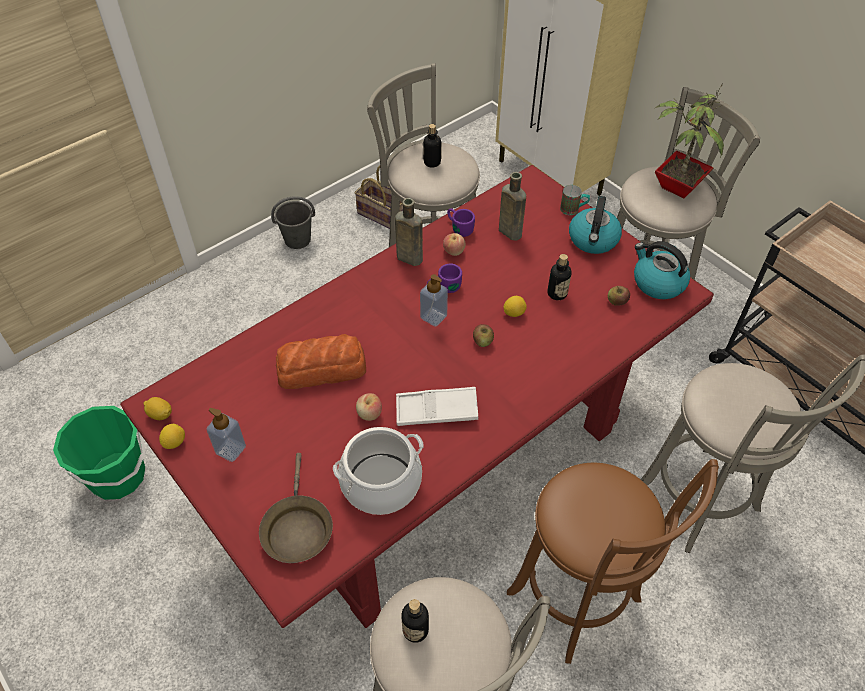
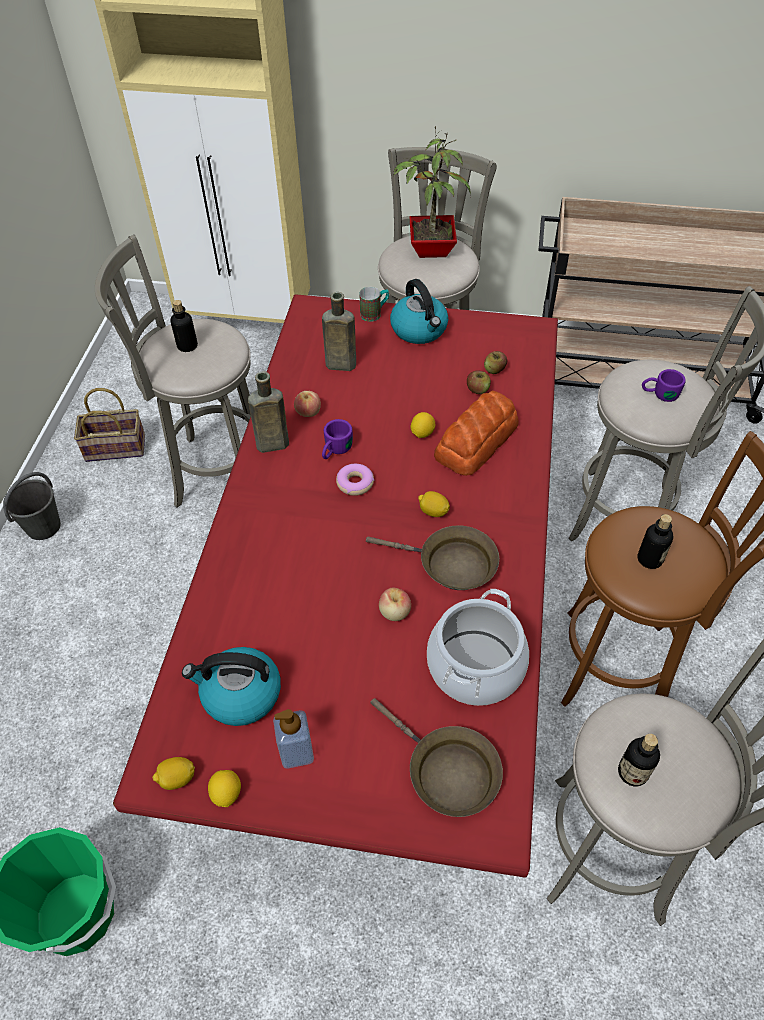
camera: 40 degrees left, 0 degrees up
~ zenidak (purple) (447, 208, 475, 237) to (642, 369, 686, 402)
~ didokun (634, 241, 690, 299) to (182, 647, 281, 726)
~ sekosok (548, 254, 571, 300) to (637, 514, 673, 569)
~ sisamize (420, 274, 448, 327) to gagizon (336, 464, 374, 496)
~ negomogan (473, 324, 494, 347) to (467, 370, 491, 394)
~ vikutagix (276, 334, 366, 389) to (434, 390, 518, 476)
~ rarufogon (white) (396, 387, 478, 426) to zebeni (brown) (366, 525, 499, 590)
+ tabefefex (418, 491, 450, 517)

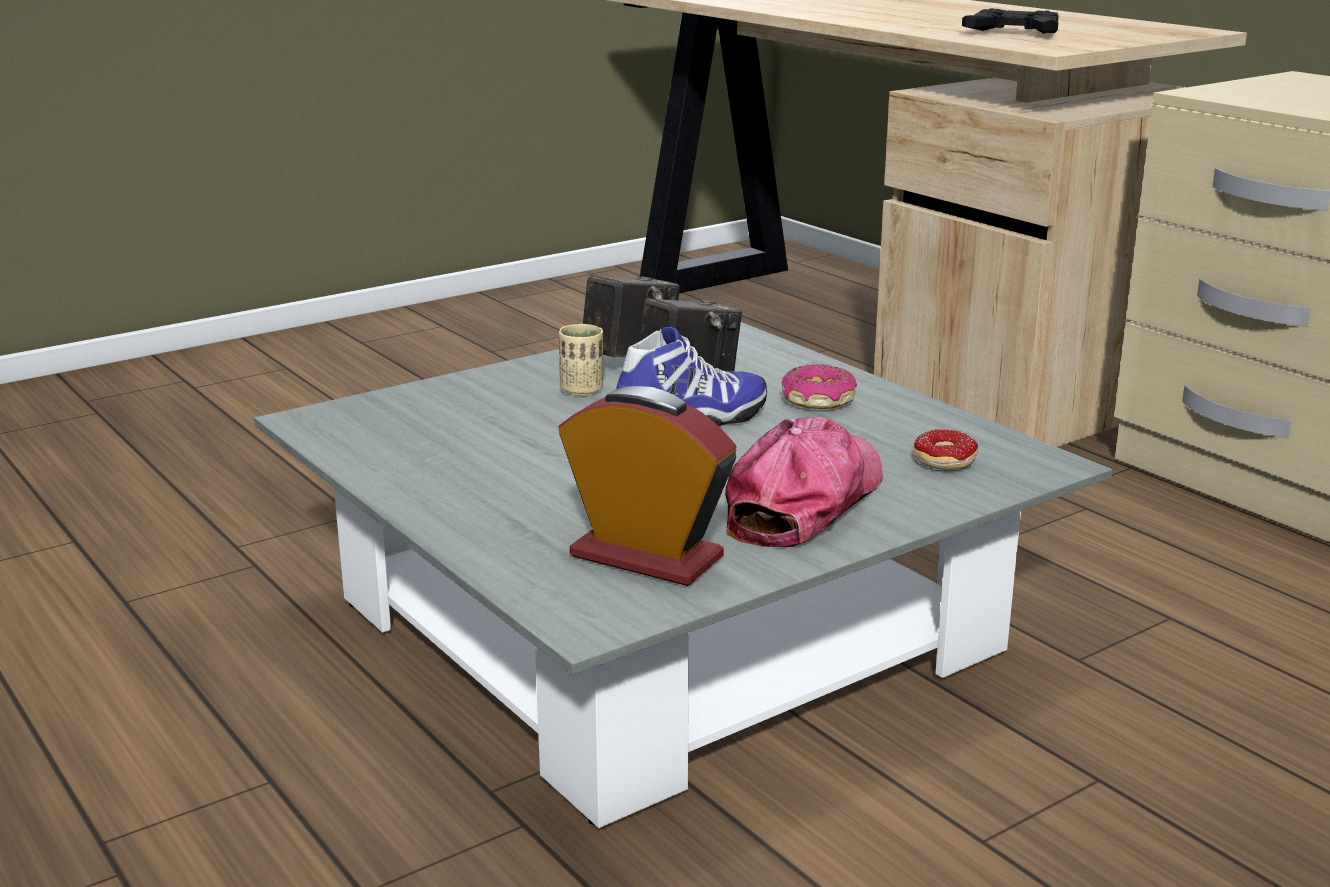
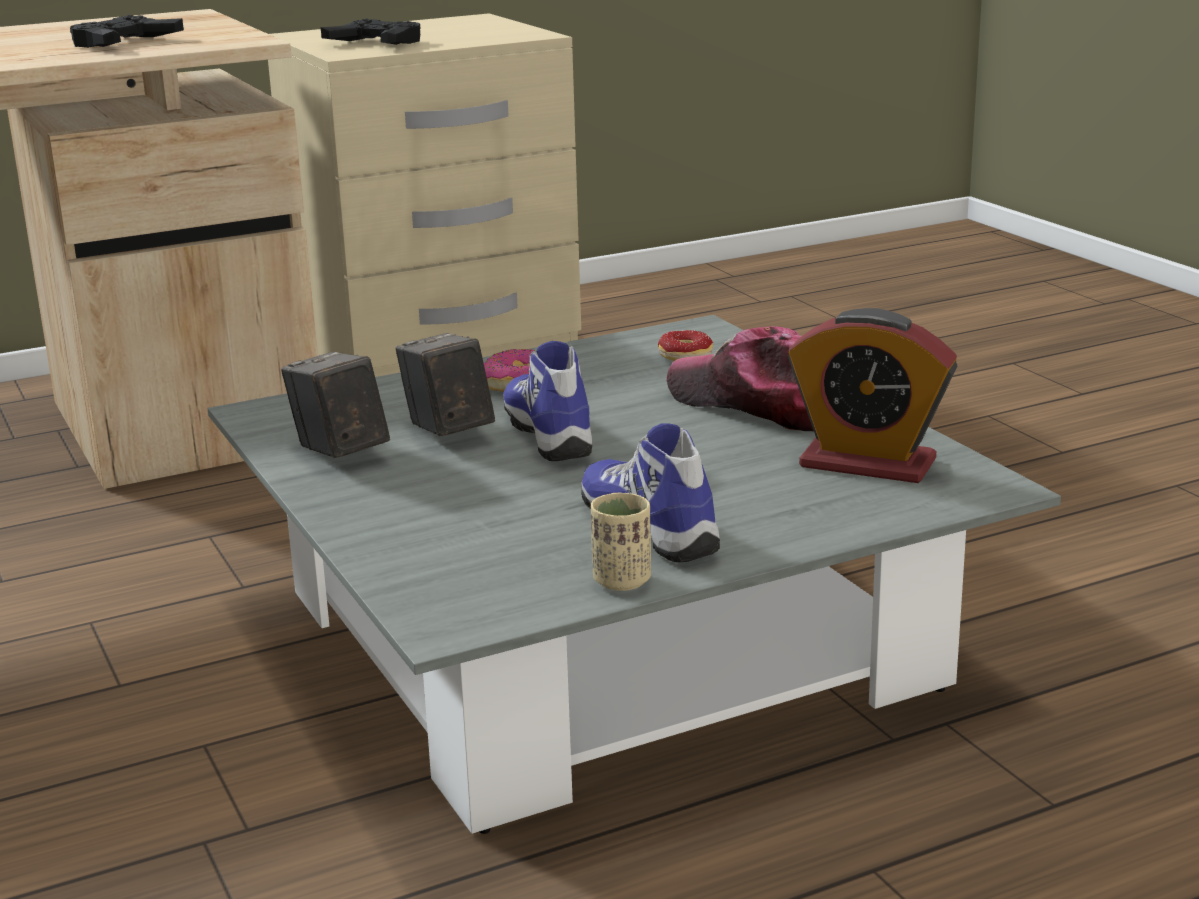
camera: 80 degrees left, 0 degrees up
~ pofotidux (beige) (559, 324, 603, 396) to (591, 493, 651, 591)
~ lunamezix (558, 386, 737, 586) = (788, 308, 957, 483) 105 degrees counterclockwise
+ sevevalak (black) (321, 19, 420, 45)
+ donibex (581, 423, 720, 562)

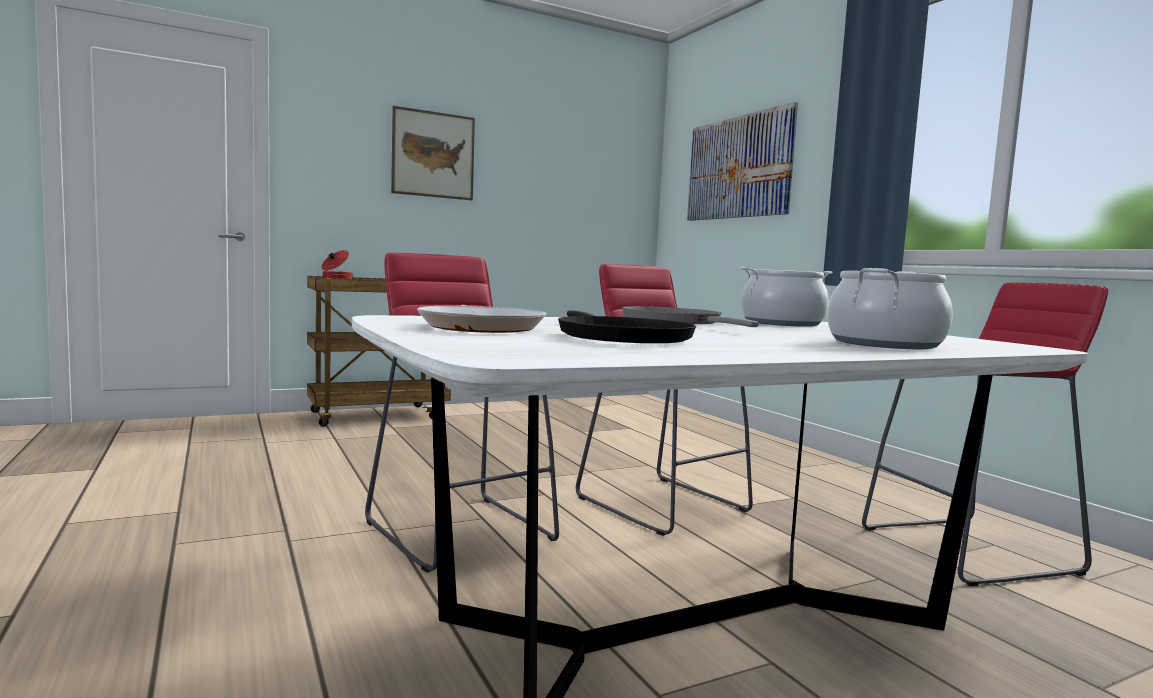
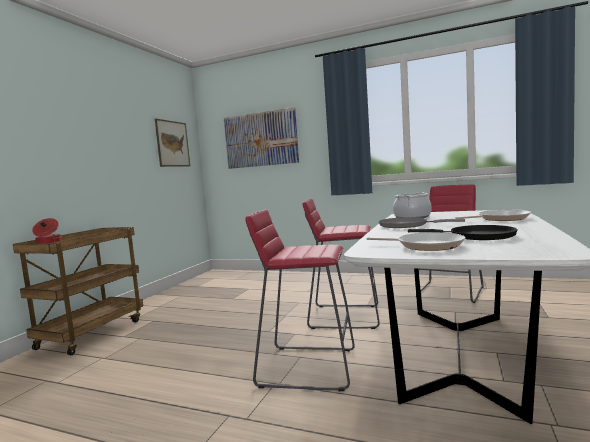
camera: 40 degrees left, 0 degrees up
~ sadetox (391, 106, 475, 200) to (155, 119, 190, 167)
~ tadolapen (827, 268, 953, 349) to zebeni (455, 210, 531, 221)

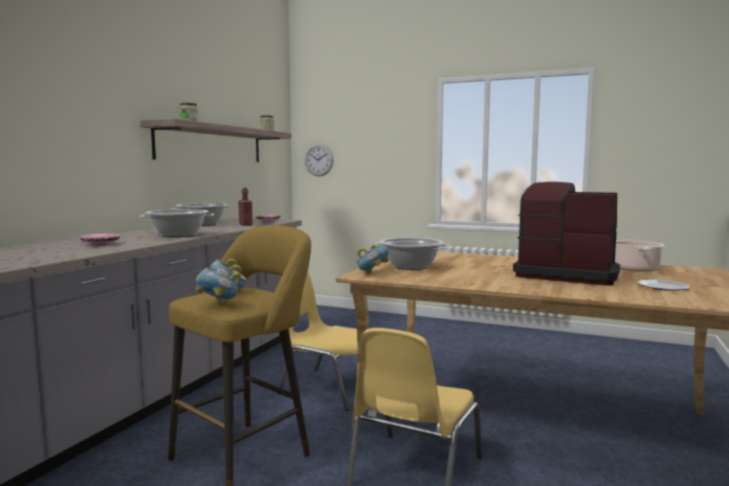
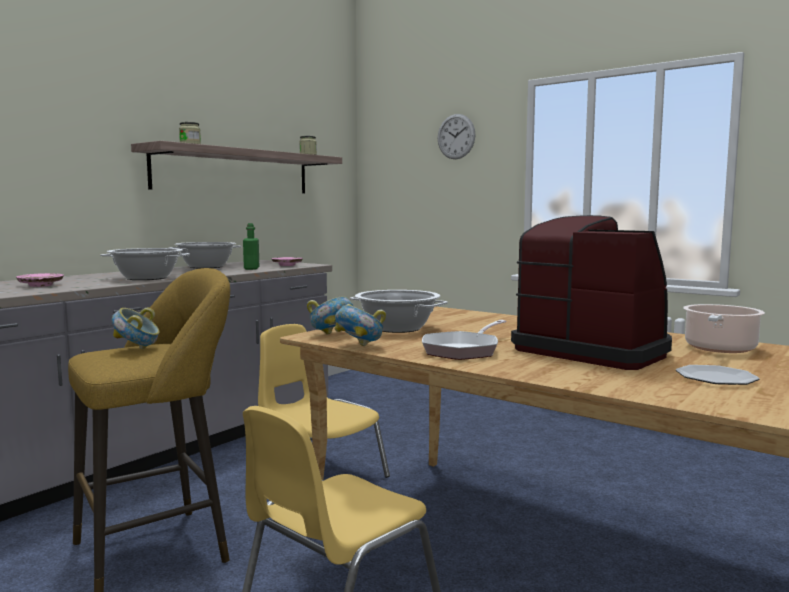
camera: 15 degrees right, 0 degrees up
~ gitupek (304, 144, 333, 176) to (438, 114, 475, 159)
~ sekosok (red) (238, 188, 253, 226) to sekosok (green) (243, 223, 259, 270)
~ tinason (196, 268, 241, 304) to (335, 304, 386, 346)
+ zebeni (422, 320, 507, 360)

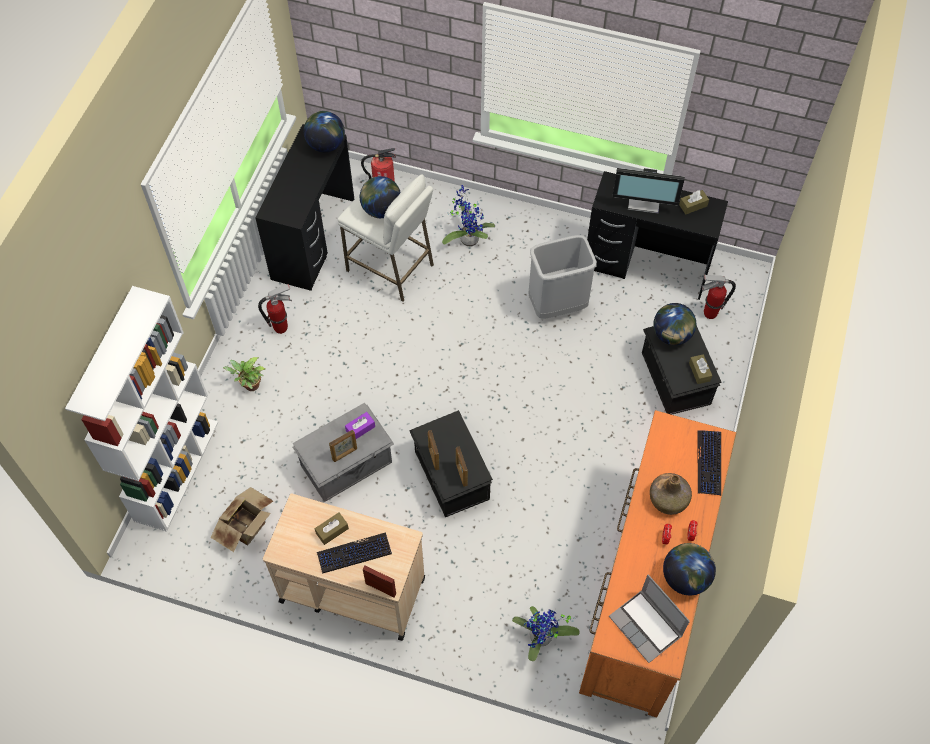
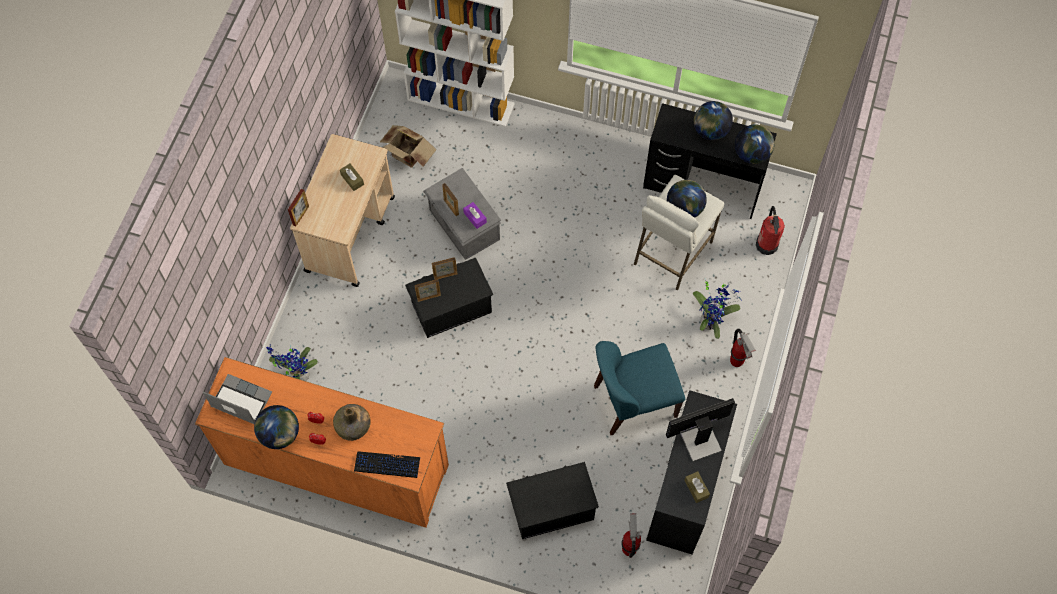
camera: 90 degrees right, 5 degrees up
~ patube (612, 168, 685, 214) = (666, 398, 735, 462) 60 degrees clockwise
~ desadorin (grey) (528, 235, 597, 319) to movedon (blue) (594, 341, 685, 435)
~ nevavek (258, 284, 292, 334) to (730, 329, 756, 367)
~ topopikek (653, 303, 696, 345) to (694, 101, 733, 140)
- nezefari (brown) (689, 354, 712, 384)
- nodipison (223, 357, 265, 391)
- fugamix (317, 532, 392, 574)
~ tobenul (609, 574, 690, 663) = (203, 374, 272, 424) 60 degrees clockwise

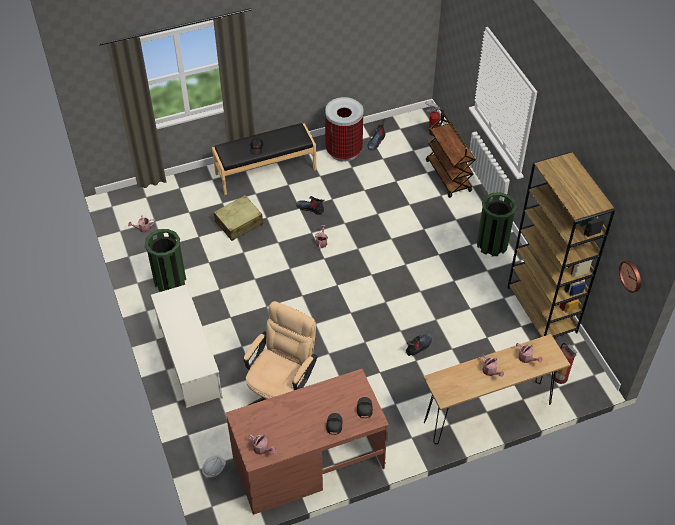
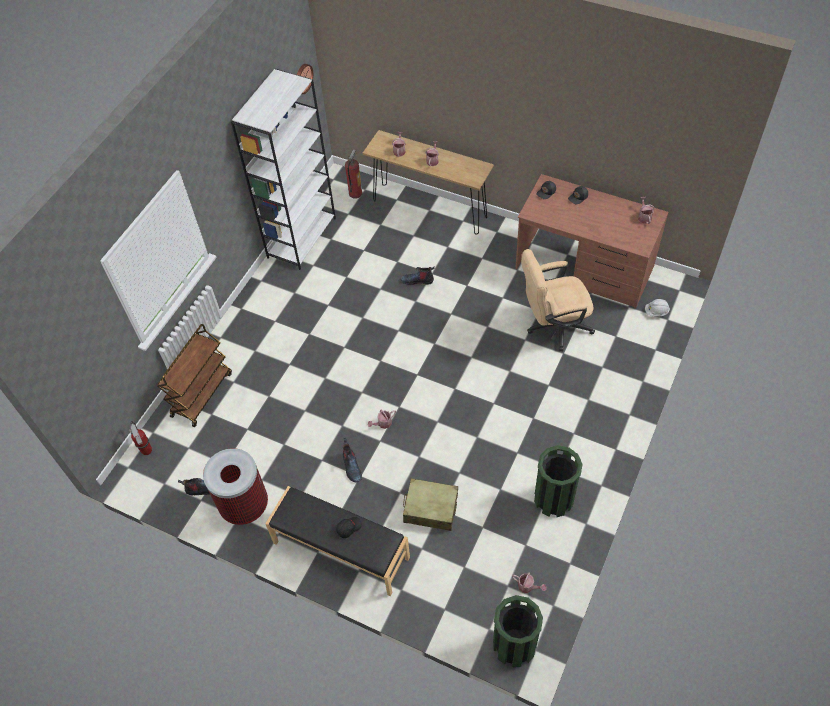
camera: 130 degrees left, 5 degrees up
~ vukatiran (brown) (507, 152, 615, 338) to vukatiran (white) (231, 69, 336, 270)
~ desadorin (green) (477, 192, 517, 256) to (493, 595, 543, 667)
- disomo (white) (151, 284, 223, 408)

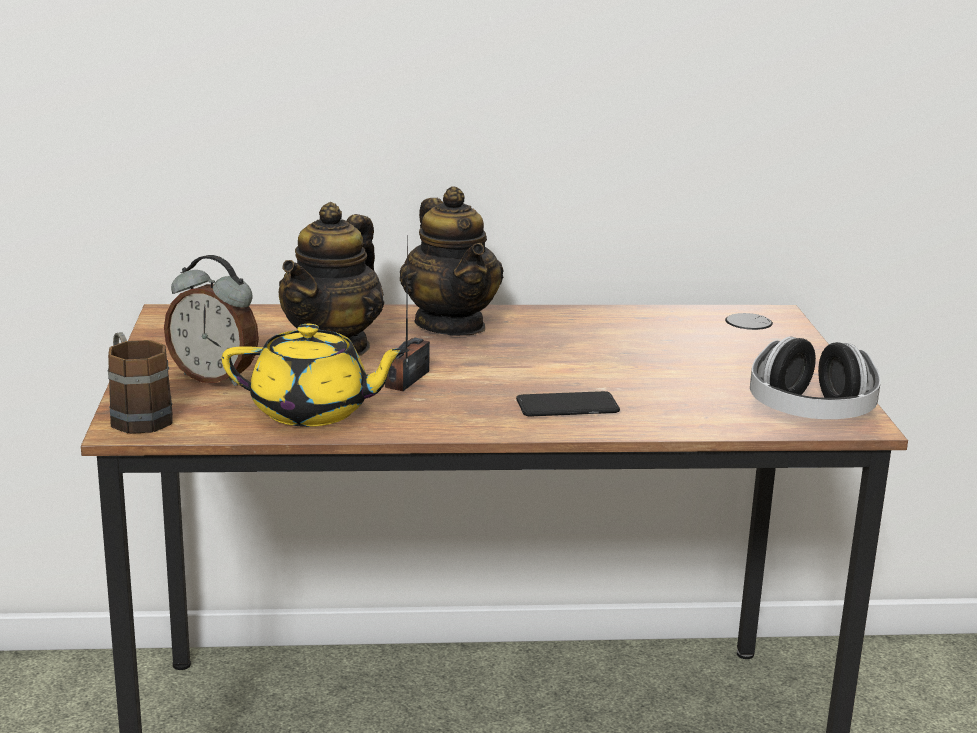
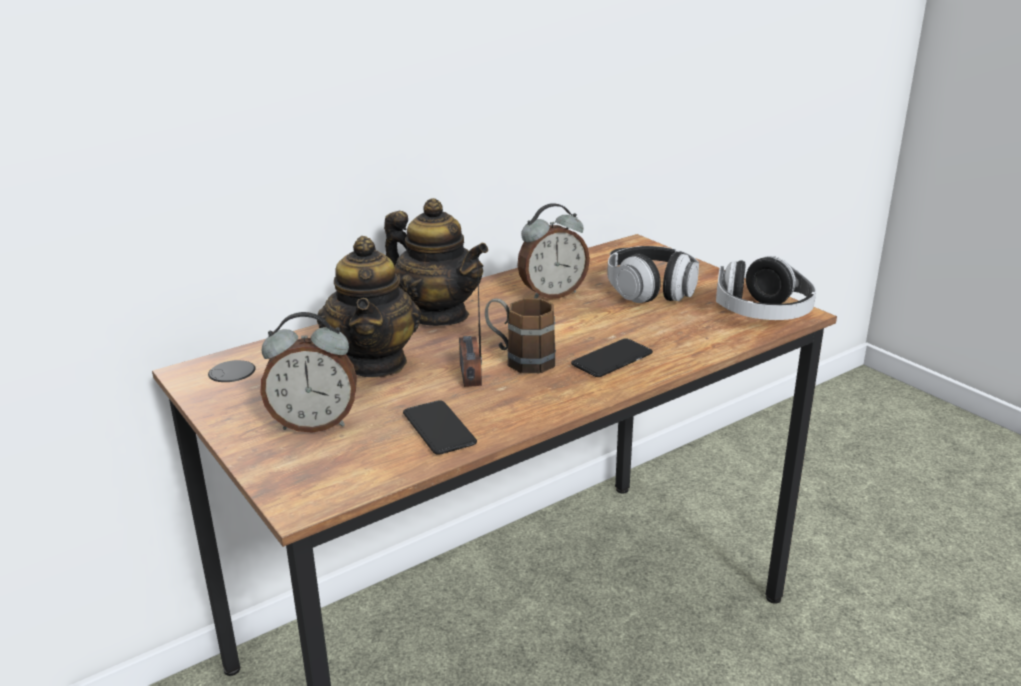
camera: 30 degrees left, 5 degrees up
~ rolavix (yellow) (222, 323, 409, 427) to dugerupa (403, 400, 477, 454)
~ zenidak (brown) (108, 332, 173, 434) to (485, 298, 556, 373)
+ lunamezix (517, 203, 590, 299)
+ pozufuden (607, 246, 699, 303)

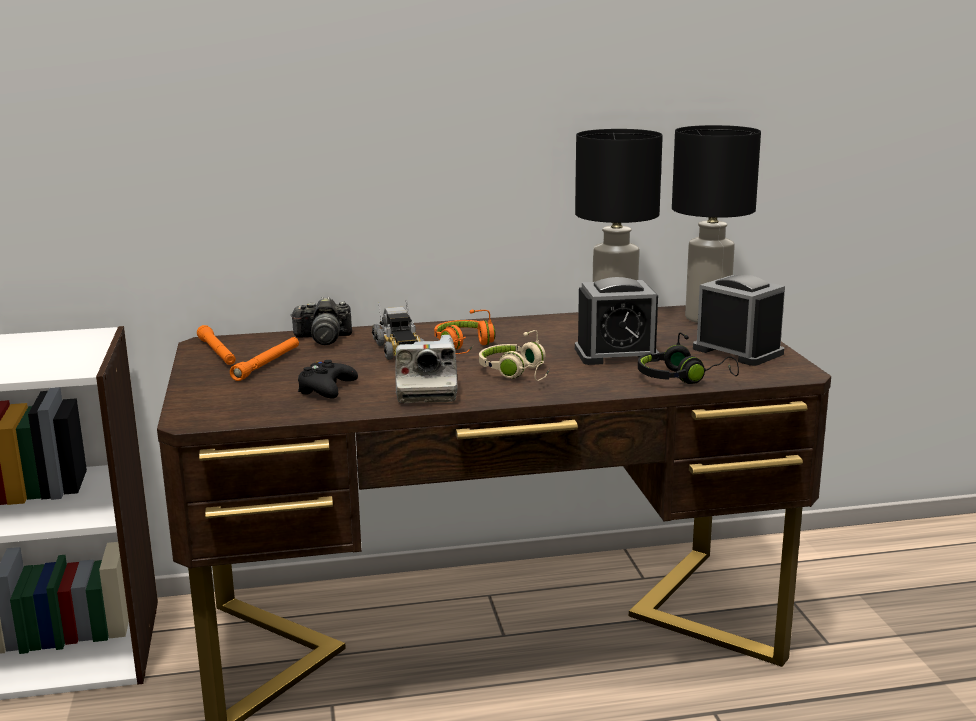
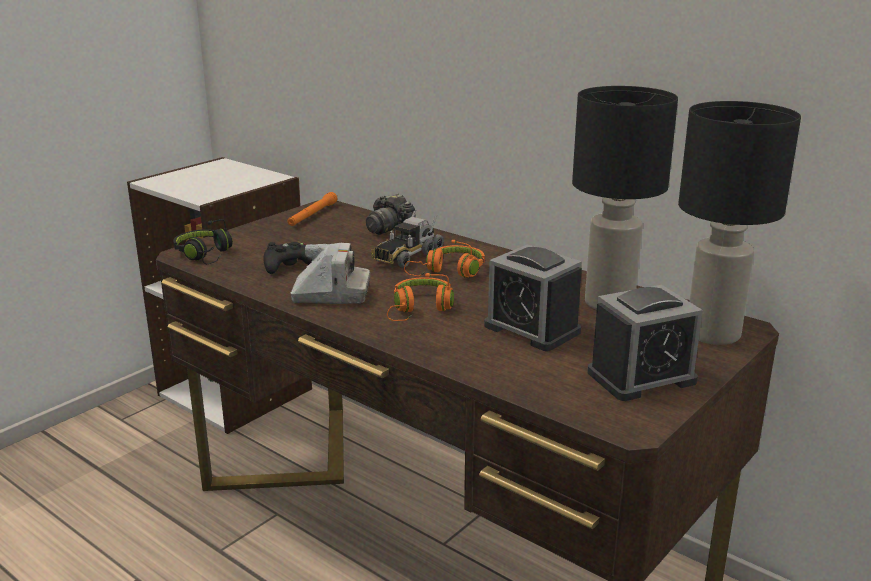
camera: 50 degrees right, 5 degrees up
~ lunamezix (693, 275, 785, 366) = (588, 285, 703, 401) 60 degrees clockwise
~ pozufuden (beige) (479, 330, 550, 381) to pozufuden (orange) (387, 273, 454, 321)
~ pozufuden (black) (638, 332, 739, 384) to (173, 219, 233, 264)
~ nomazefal (395, 335, 458, 403) = (291, 243, 370, 304) 135 degrees counterclockwise
- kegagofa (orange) (230, 337, 299, 381)

